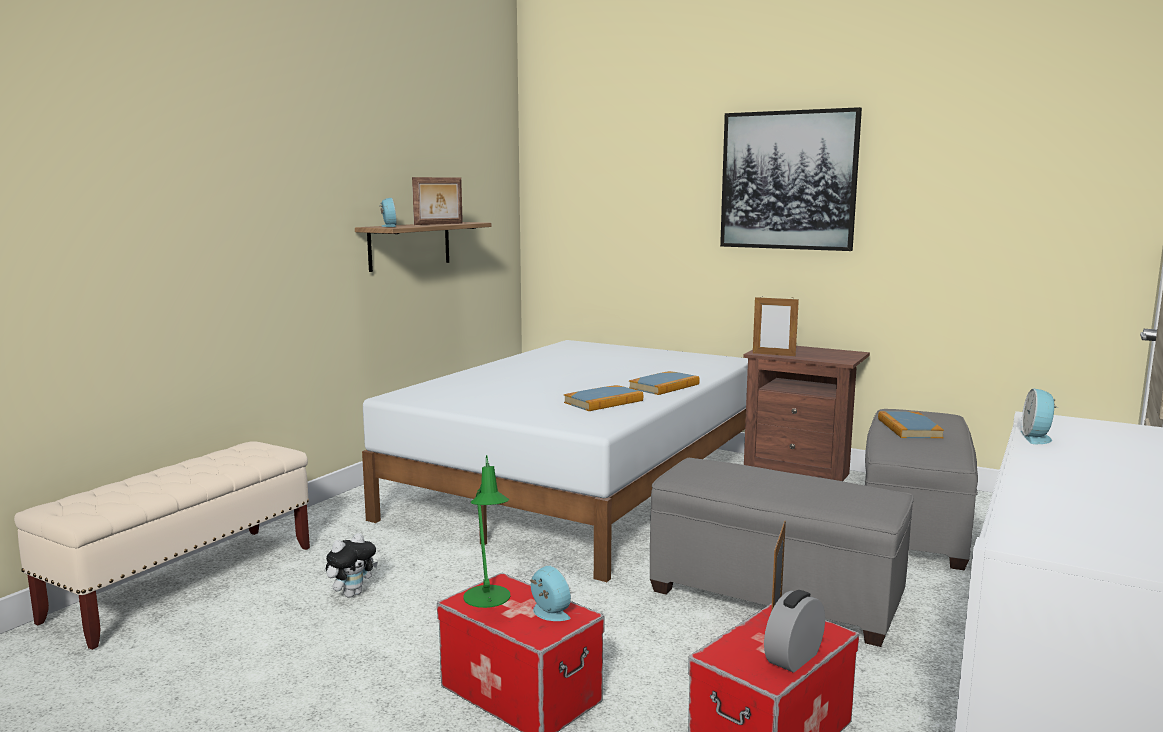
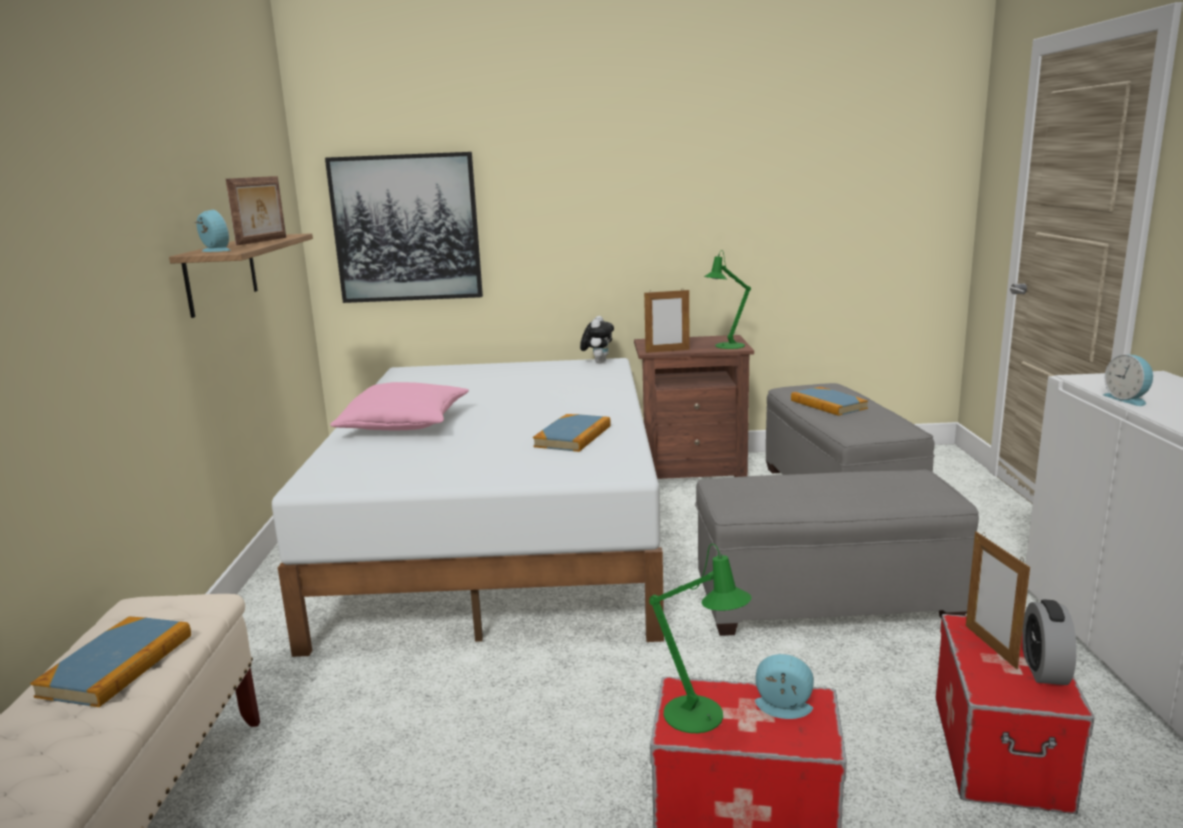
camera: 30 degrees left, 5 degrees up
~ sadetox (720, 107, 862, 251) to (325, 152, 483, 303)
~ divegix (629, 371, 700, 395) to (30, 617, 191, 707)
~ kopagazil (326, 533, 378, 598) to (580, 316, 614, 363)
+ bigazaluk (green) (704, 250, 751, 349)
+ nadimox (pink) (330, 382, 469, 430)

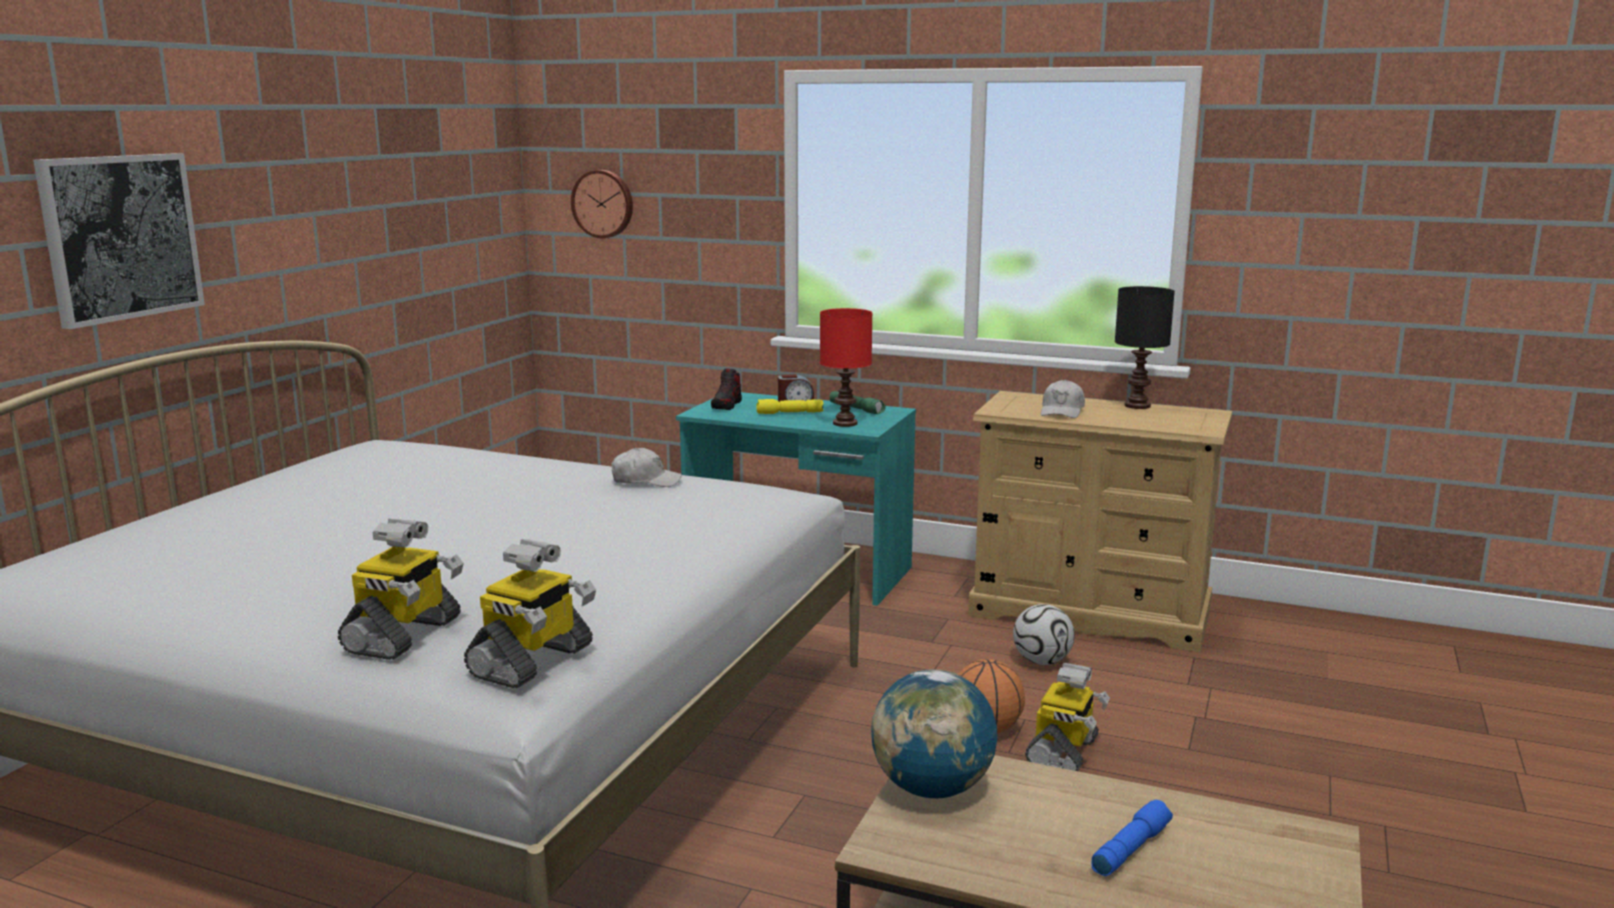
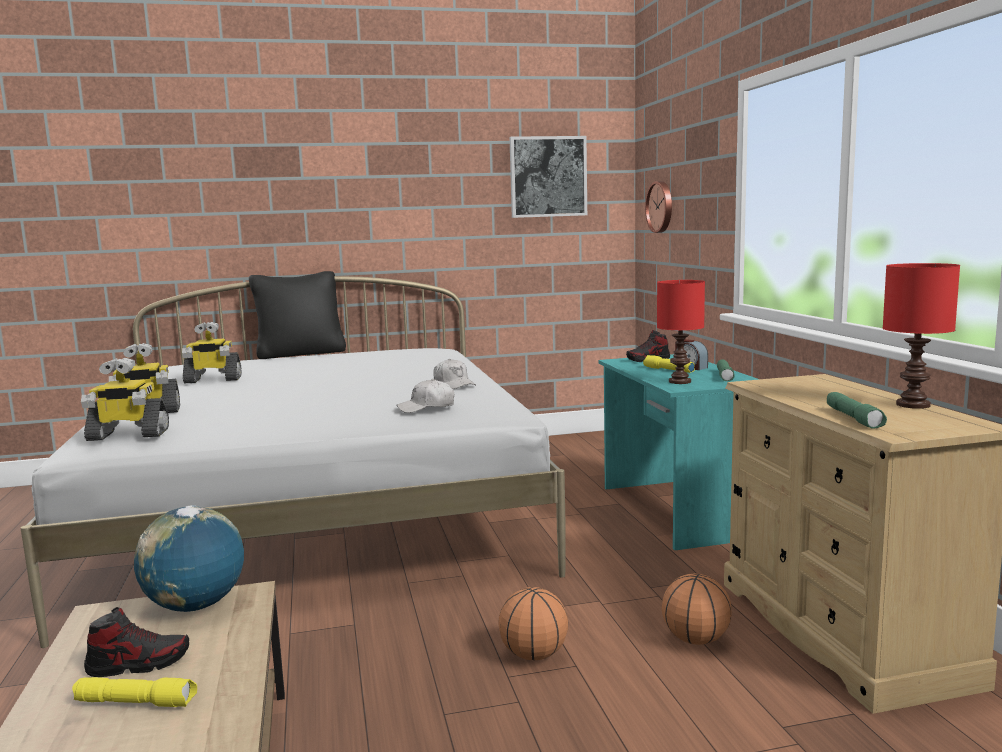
camera: 55 degrees right, 5 degrees down
~ sadetox (33, 153, 205, 329) to (509, 136, 587, 218)
~ bigazaluk (black) (1115, 286, 1175, 409) to bigazaluk (red) (883, 263, 960, 409)
~ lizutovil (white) (1041, 380, 1085, 418) to (396, 379, 454, 413)
~ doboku (1013, 604, 1075, 665) to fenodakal (662, 573, 732, 645)
~ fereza (1025, 663, 1110, 771) to (182, 322, 242, 383)
~ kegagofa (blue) (1092, 800, 1173, 876) to kegagofa (yellow) (72, 677, 197, 707)
+ nadimox (black) (249, 271, 346, 359)
+ kegagofa (green) (827, 392, 887, 428)
+ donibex (84, 607, 189, 677)

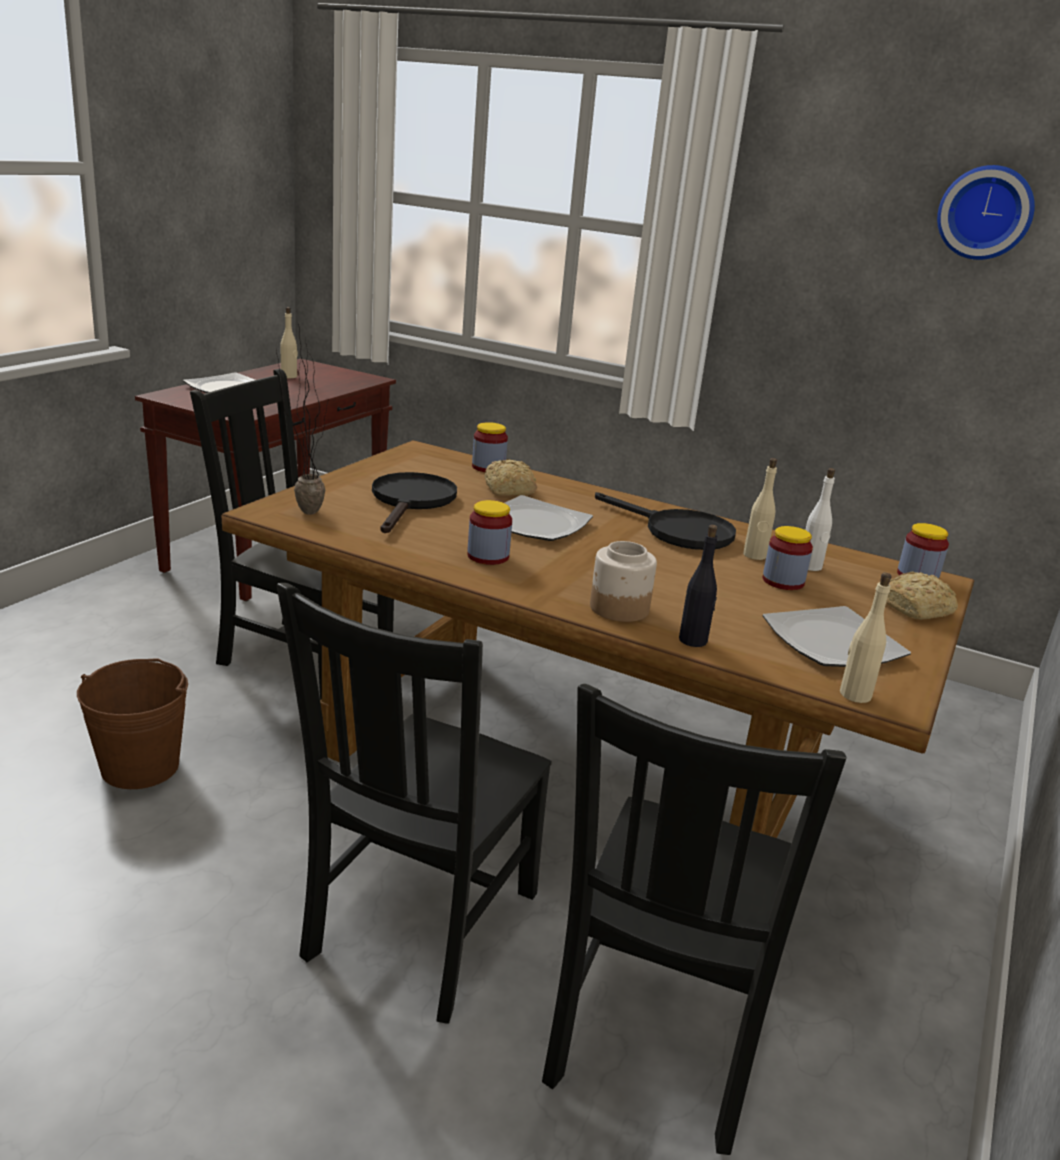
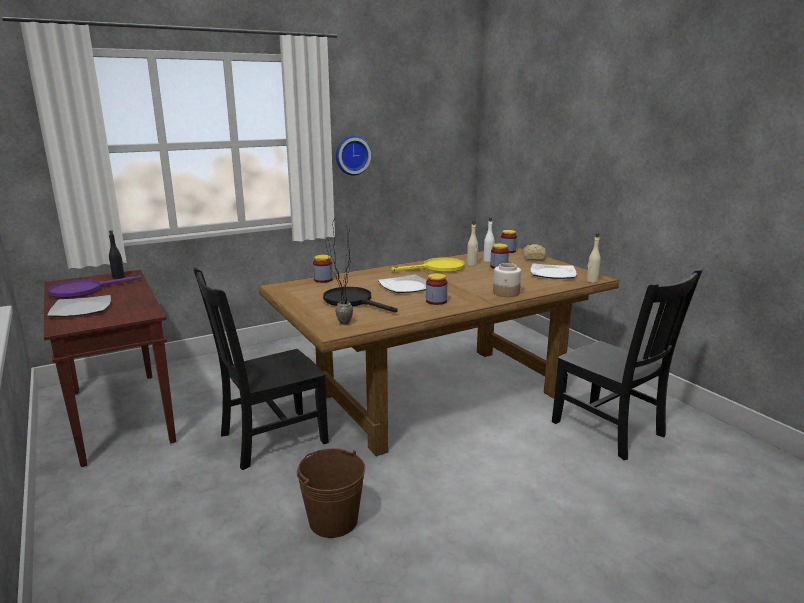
camera: 55 degrees left, 5 degrees down
~ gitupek (937, 165, 1035, 260) to (336, 136, 371, 176)
~ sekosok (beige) (280, 307, 298, 378) to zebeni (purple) (48, 275, 142, 298)
- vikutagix (484, 459, 537, 496)
~ zebeni (black) (595, 492, 736, 550) to zebeni (yellow) (391, 257, 465, 273)
~ sekosok (black) (679, 525, 717, 647) to (109, 230, 125, 279)
- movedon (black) (277, 583, 552, 1024)

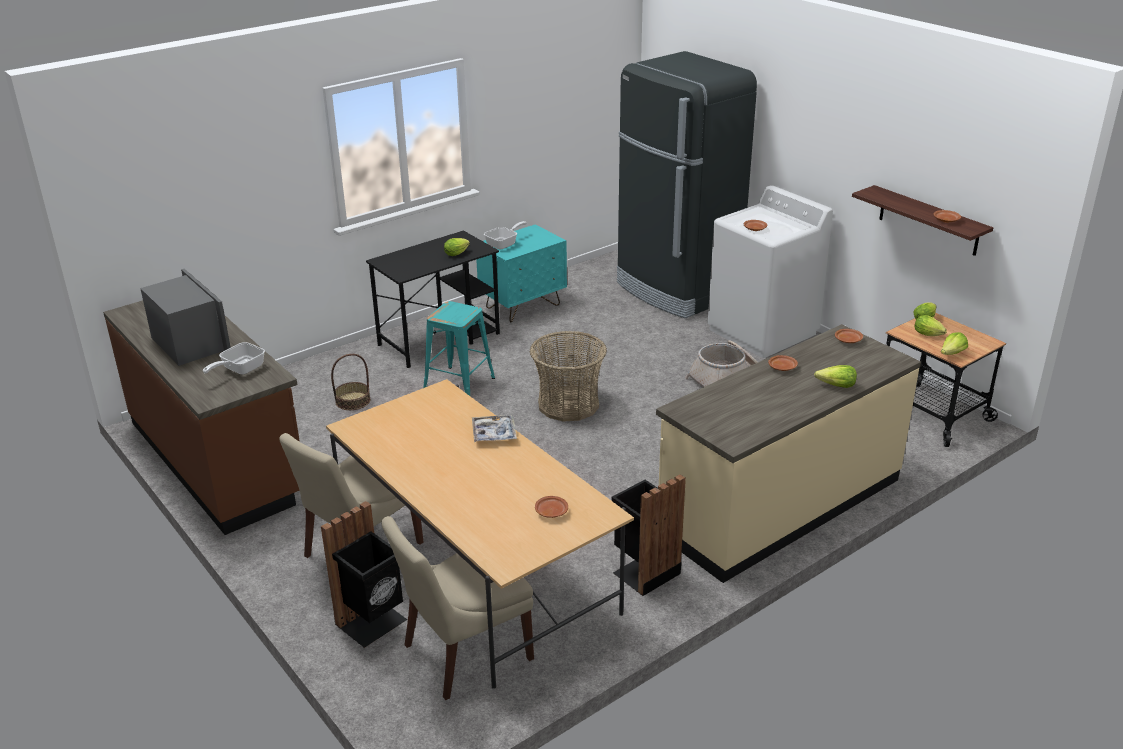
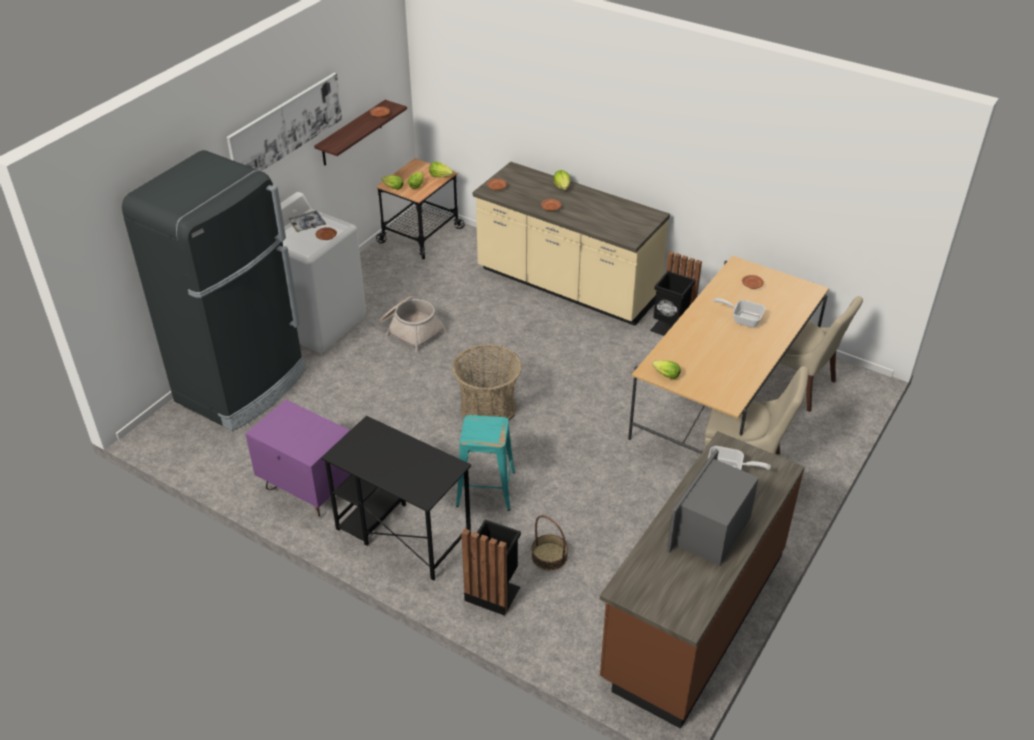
camera: 110 degrees left, 10 degrees up
~ zebeni (484, 221, 527, 250) to (713, 298, 766, 327)
~ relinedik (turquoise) (476, 224, 567, 323) to relinedik (purple) (245, 399, 351, 517)
~ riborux (444, 238, 470, 256) to (652, 360, 681, 379)
~ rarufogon (472, 415, 517, 442) to (288, 210, 327, 232)
~ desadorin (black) (321, 501, 407, 648) to (461, 520, 521, 616)
+ sadetox (227, 73, 342, 171)

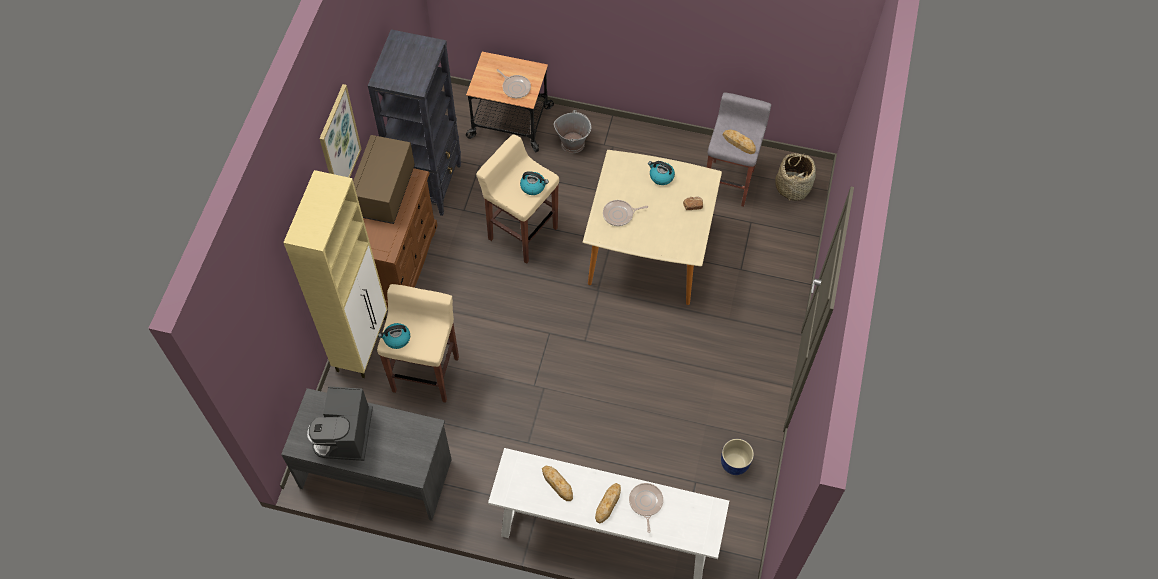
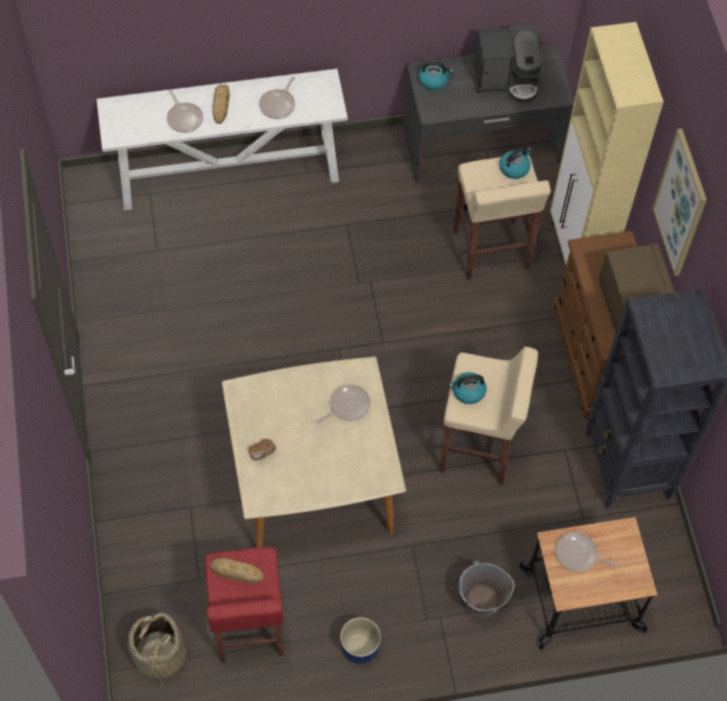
camera: 155 degrees right, 0 degrees up
~ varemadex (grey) (707, 93, 772, 207) to varemadex (red) (205, 547, 283, 662)
~ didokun (648, 161, 675, 185) to (419, 61, 454, 90)
~ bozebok (307, 386, 373, 461) = (472, 23, 542, 103) 105 degrees clockwise
~ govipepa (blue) (721, 439, 754, 475) to (340, 617, 381, 664)
~ vikutagix (542, 465, 573, 501) to zebeni (259, 77, 295, 119)

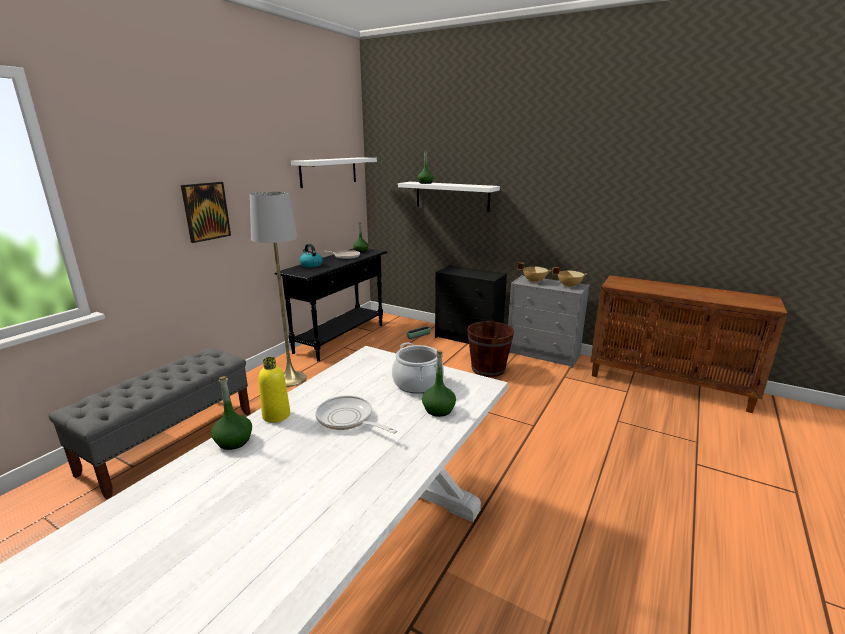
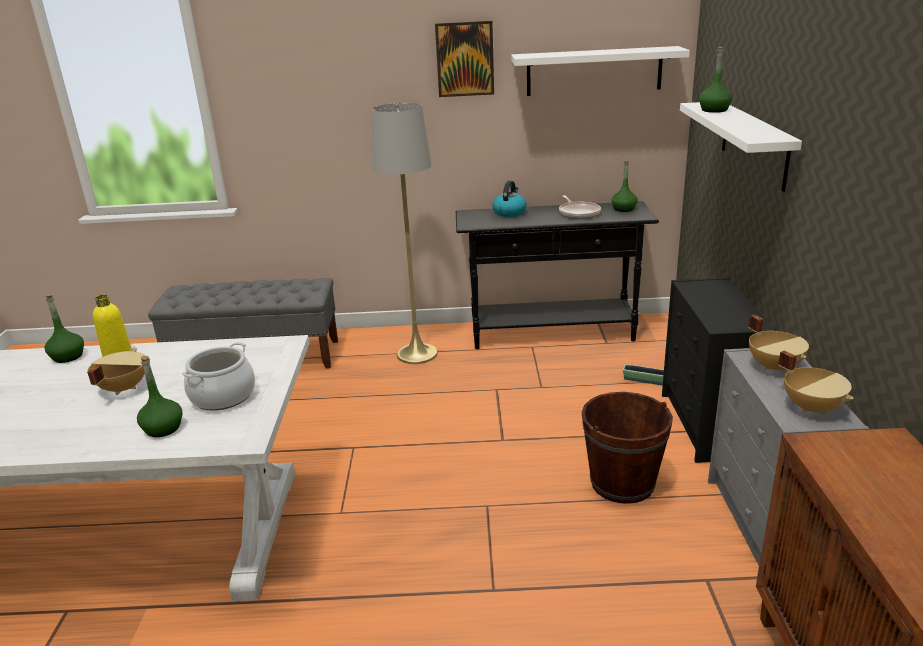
camera: 60 degrees right, 5 degrees up
~ sadetox (181, 182, 231, 243) to (435, 21, 494, 97)
~ zebeni (315, 395, 397, 434) to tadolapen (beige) (87, 348, 145, 395)

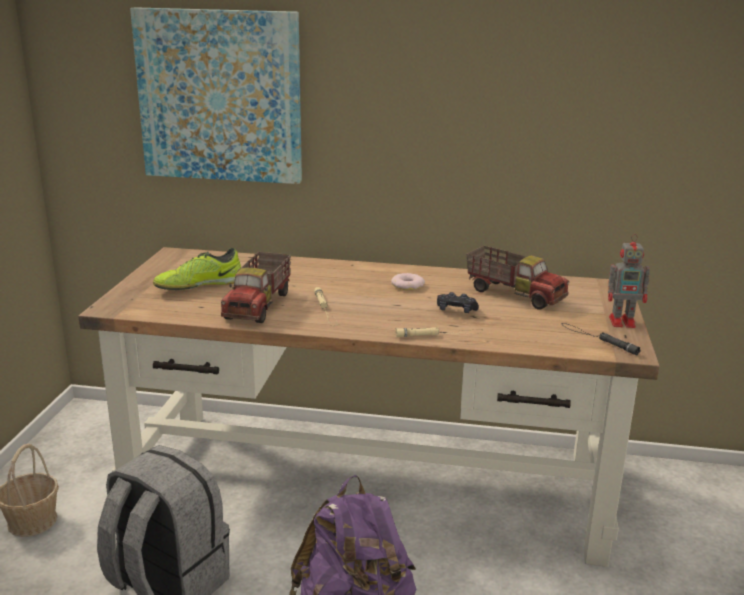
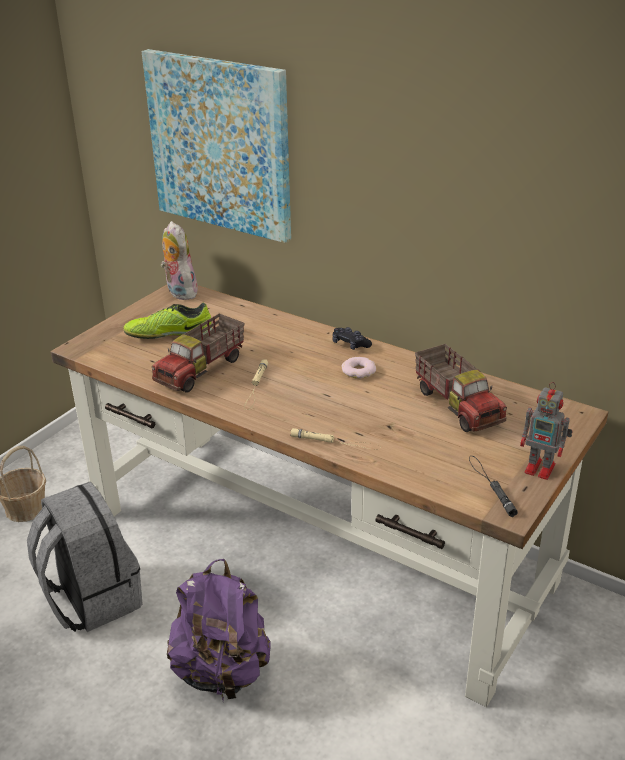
camera: 25 degrees right, 10 degrees up
~ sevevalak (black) (437, 292, 479, 313) to (332, 327, 372, 350)
+ kopagazil (161, 221, 198, 300)

